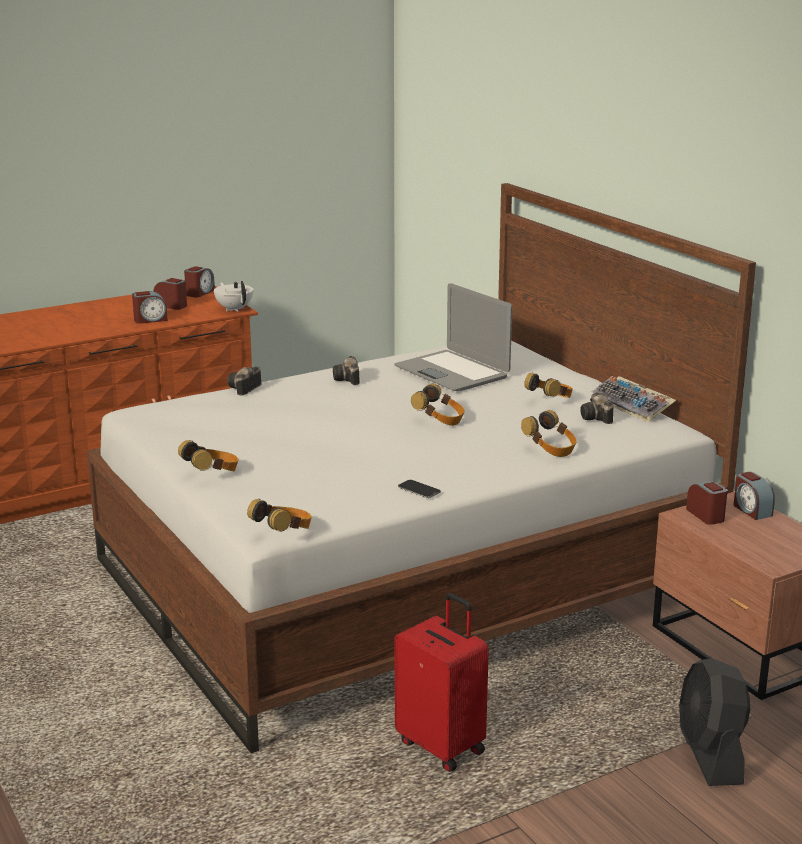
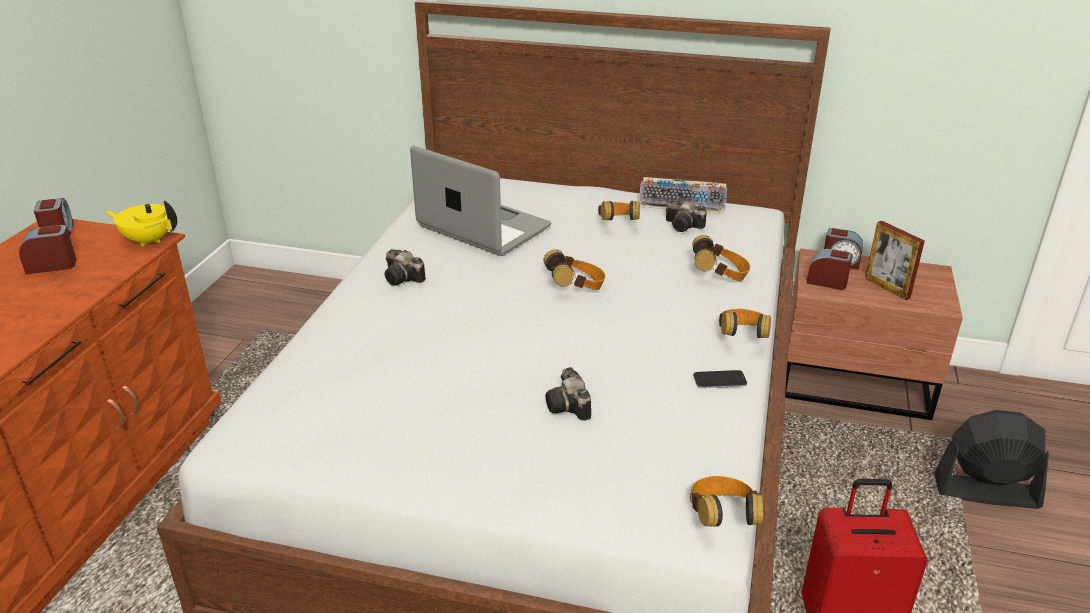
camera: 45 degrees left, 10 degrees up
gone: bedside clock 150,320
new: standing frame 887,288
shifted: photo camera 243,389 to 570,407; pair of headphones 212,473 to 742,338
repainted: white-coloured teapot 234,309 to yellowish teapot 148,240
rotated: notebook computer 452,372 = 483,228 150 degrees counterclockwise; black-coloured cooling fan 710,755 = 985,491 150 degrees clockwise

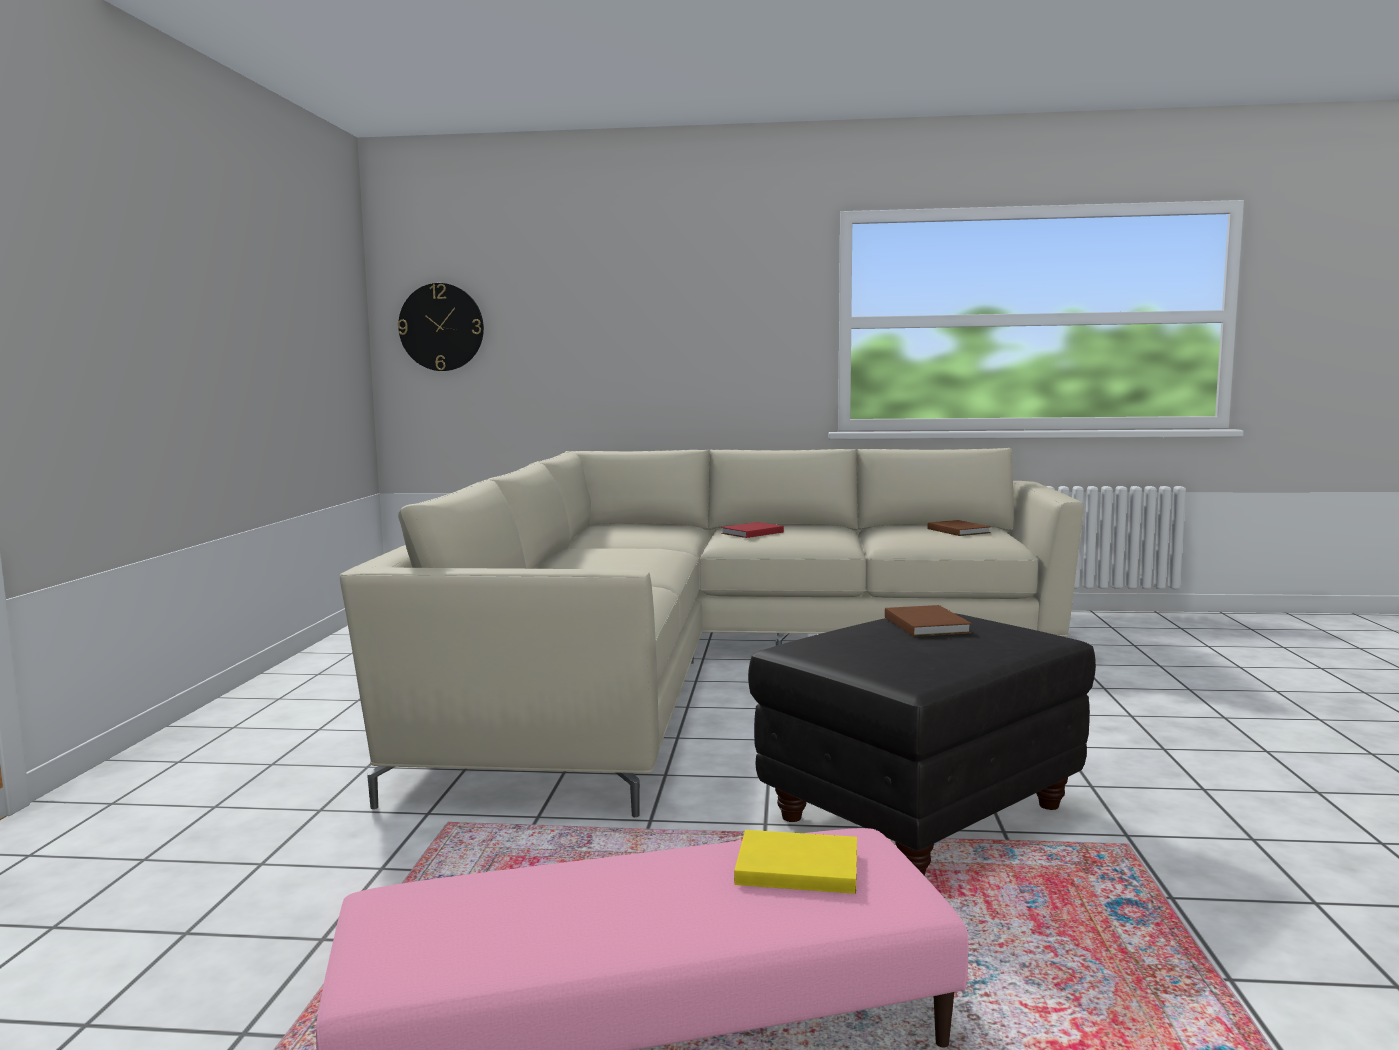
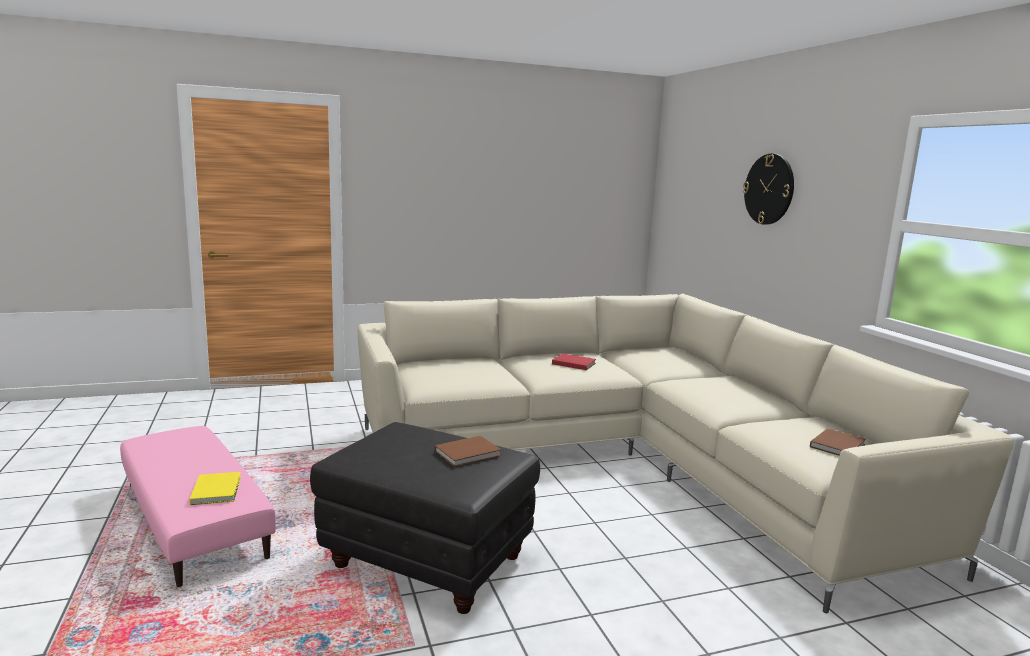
camera: 65 degrees right, 5 degrees up
shifted: wall clock 441,327 to 769,189; red-coloured bound book 750,533 to 573,363

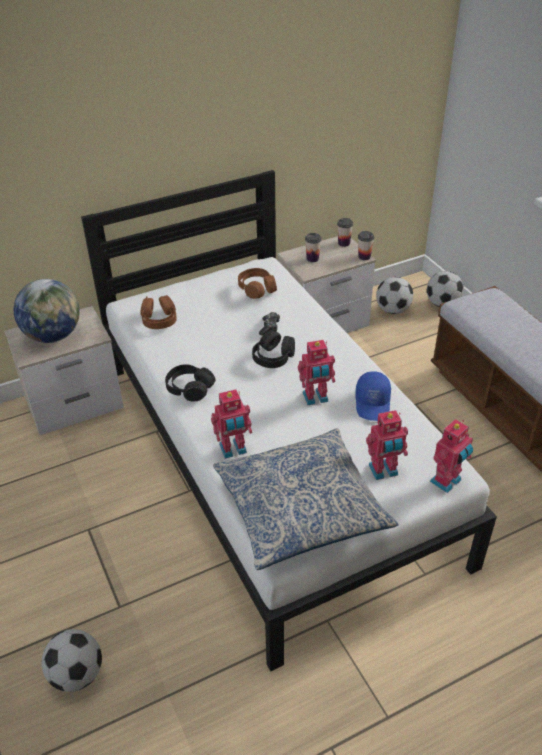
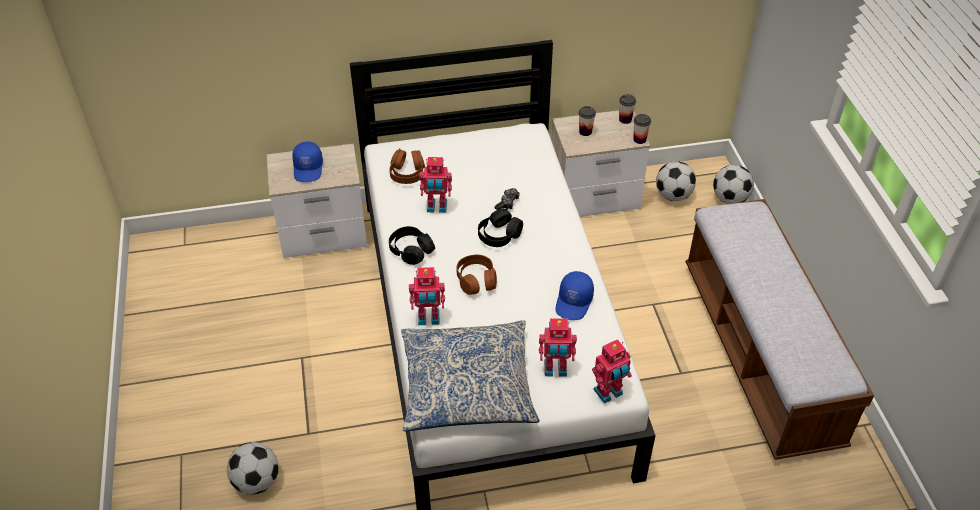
camera: 15 degrees right, 5 degrees up
shifted: brown-coloured pair of headphones 257,289 to 476,280; toy robot 315,398 to 437,207
swapped: globe 53,336 to blue-coloured cap 308,168

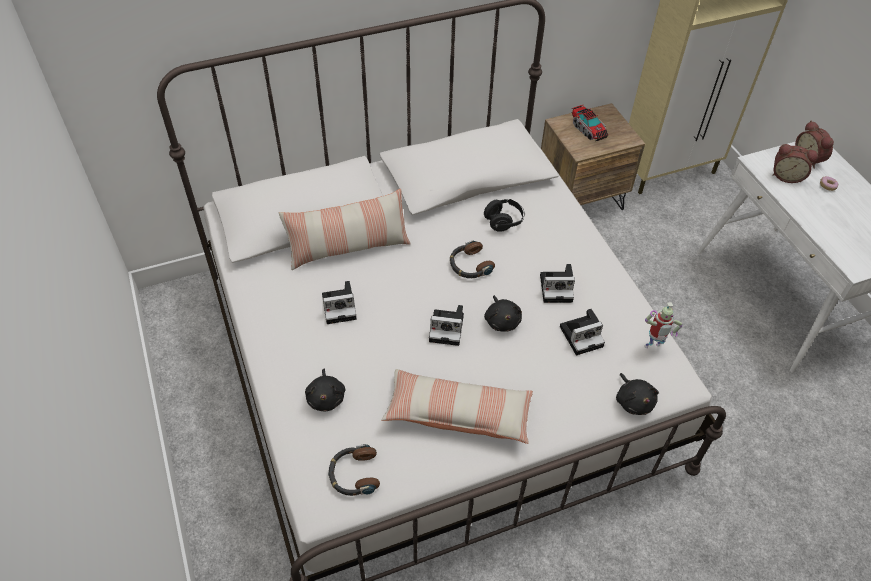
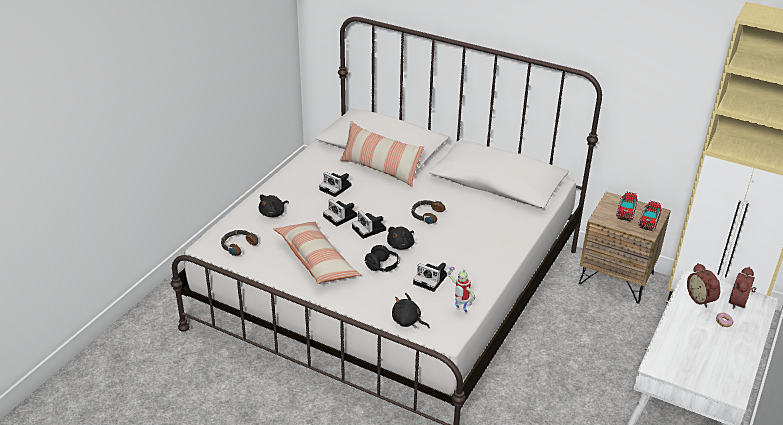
camera: 50 degrees right, 15 degrees down
new: toy lorry 649,221
shifted: black-coloured pair of headphones 503,221 to 382,267; photo camera 557,288 to 341,216
rotated: black-coloured soft toy 633,401 = 407,321 90 degrees clockwise

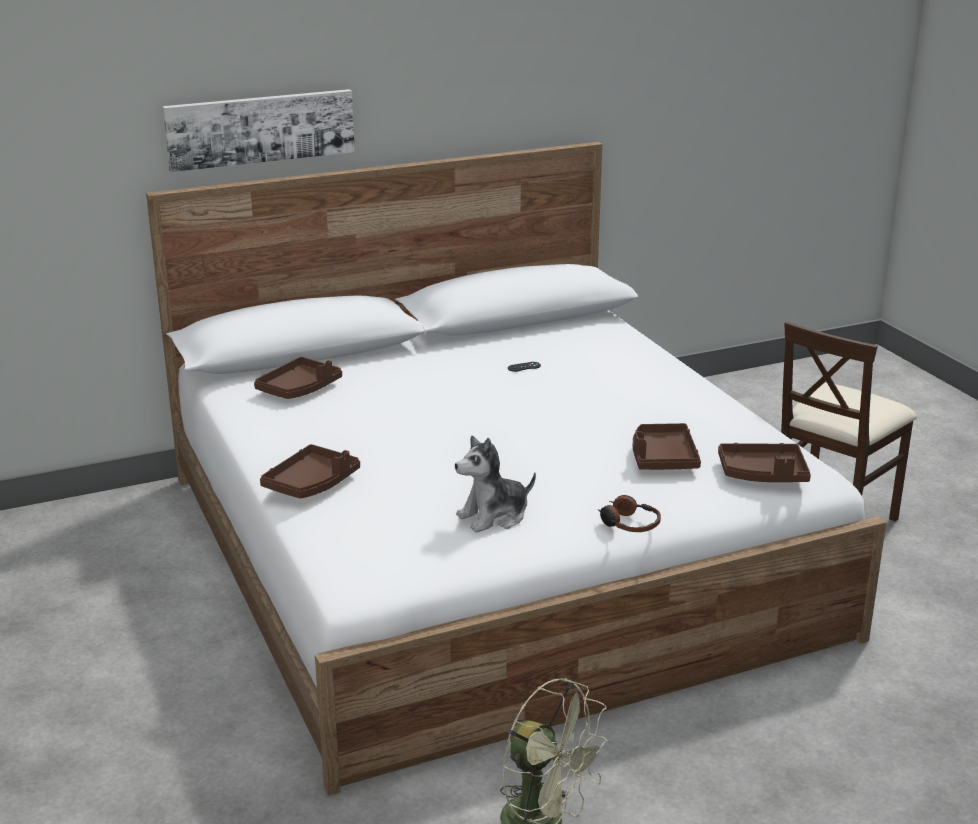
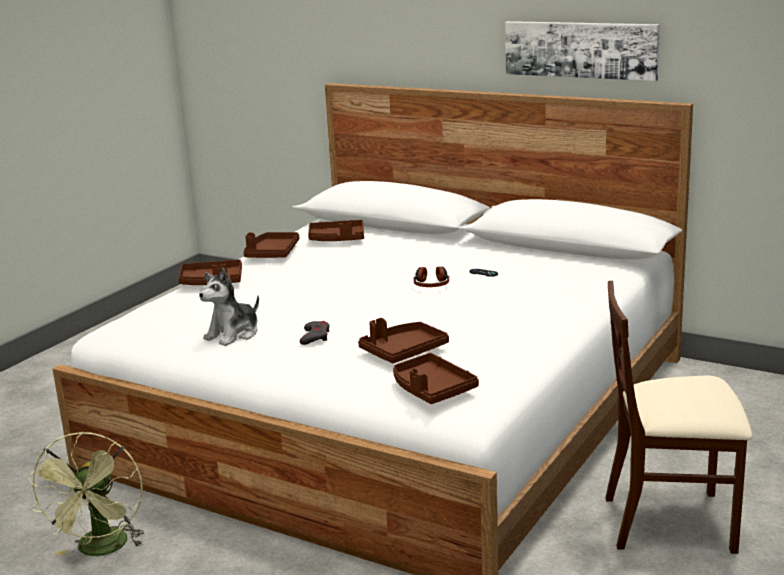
camera: 55 degrees right, 5 degrees down
new: brown-coloured carrying tray 272,253; gray game controller 315,336
shifted: wall picture 260,128 to 580,49; pair of headphones 628,523 to 431,284
rotated: soft toy 494,516 = 233,334 75 degrees counterclockwise

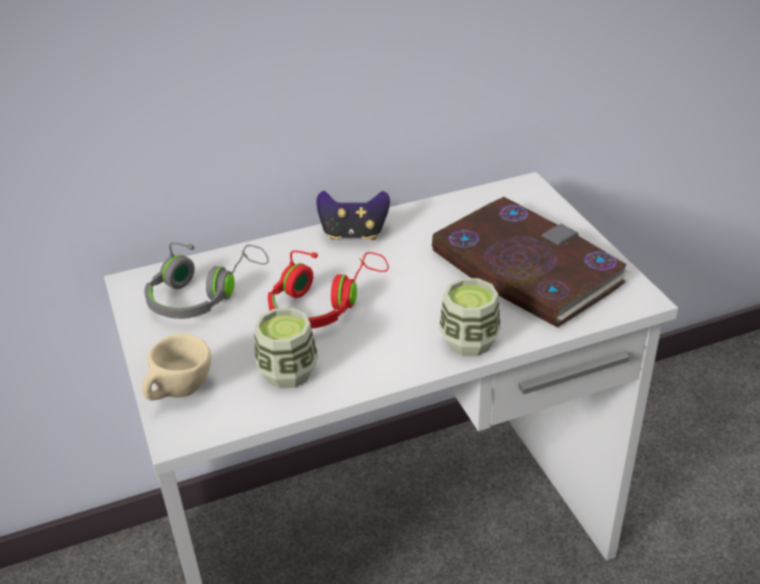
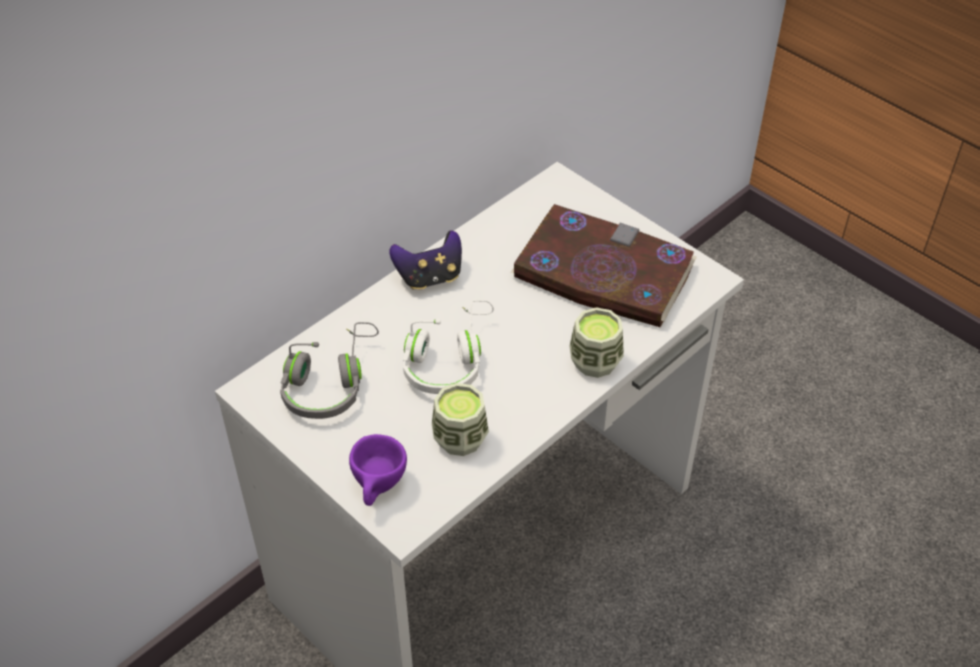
camera: 25 degrees left, 10 degrees up
repainted: red-coloured pair of headphones 324,303 to white-coloured pair of headphones 448,359; beige-coloured small cup 179,394 to purple small cup 379,490

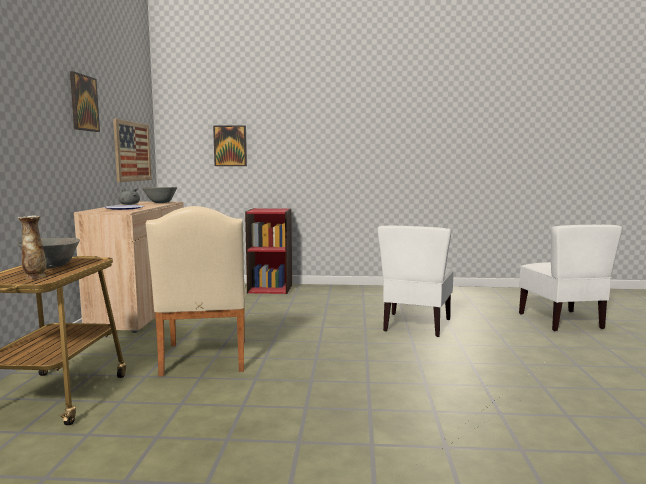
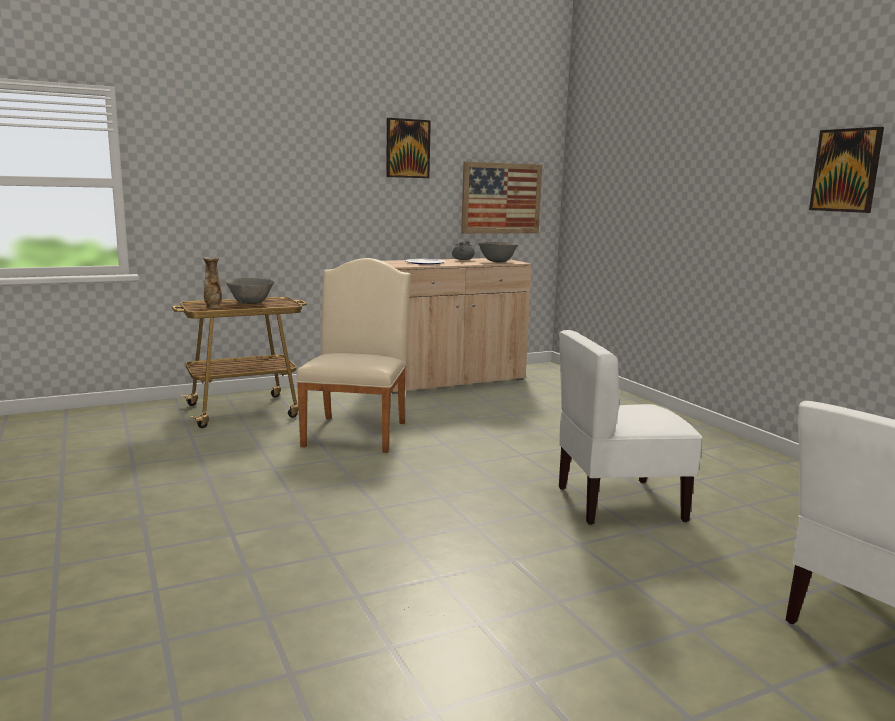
camera: 60 degrees right, 5 degrees up
gone: red-coloured bookshelf 270,288
shifted: wall picture 230,146 to 846,170
rotated: beige-coloured upright chair 204,360 = 357,431 135 degrees clockwise

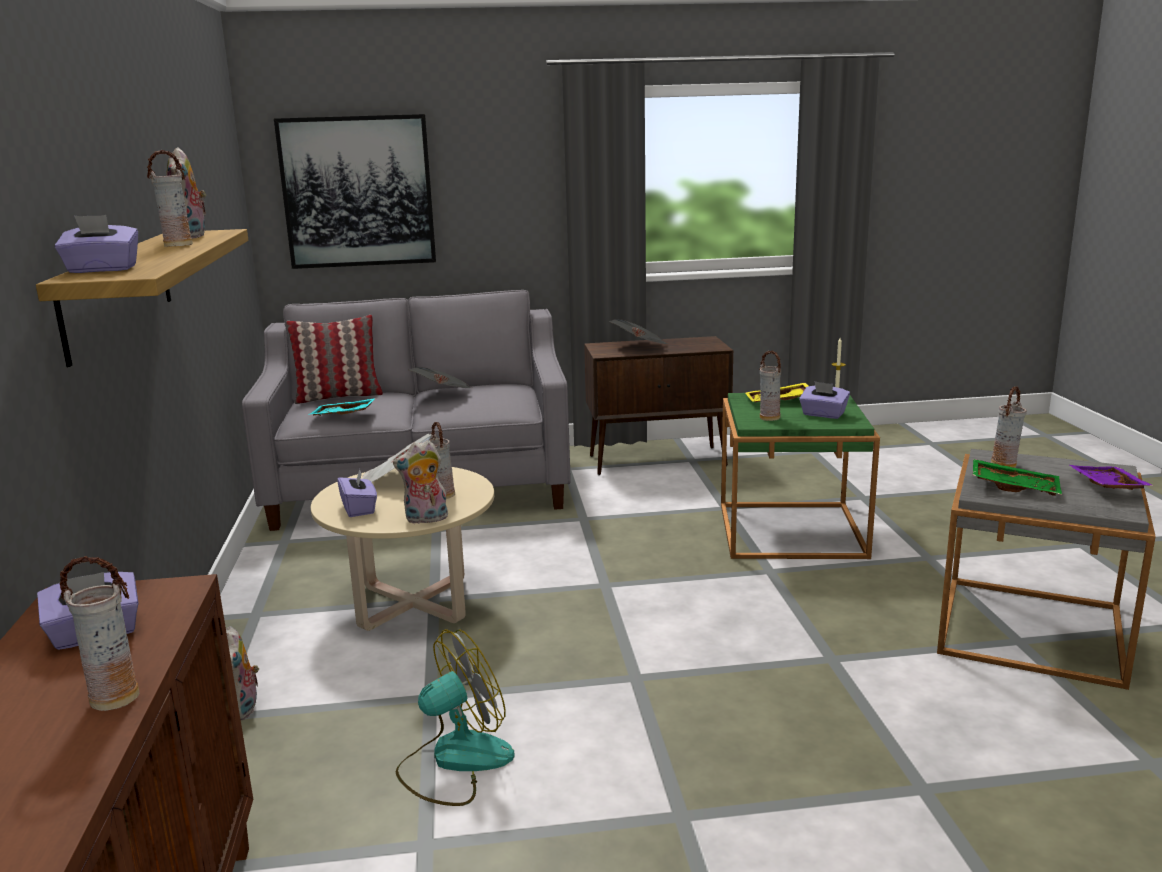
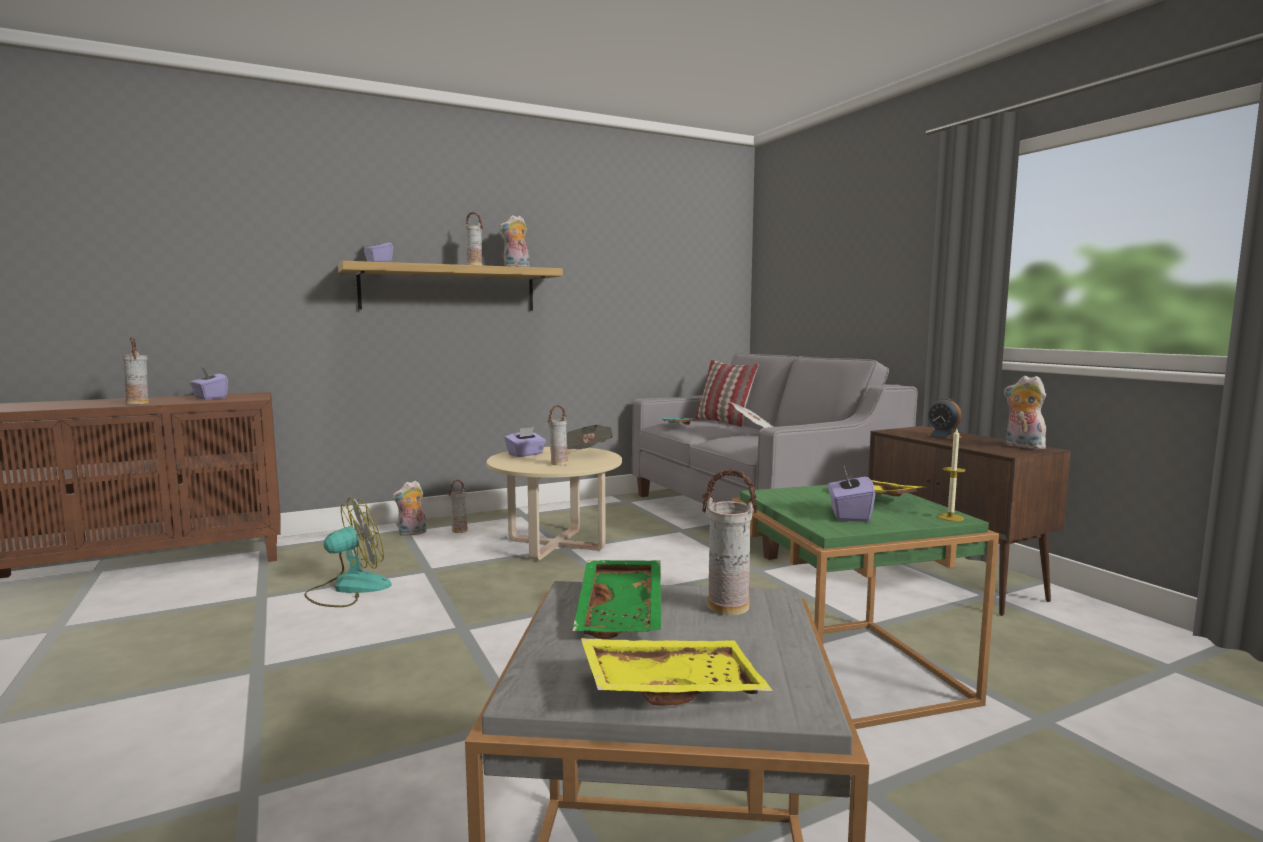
camera: 70 degrees right, 10 degrees down
gone: wall picture 358,192
shifted: decorative vase 769,418 to 459,531; soft toy 425,519 to 1022,446
swapped: daily paper 640,347 to bedside clock 943,436
repainted: purple carrying tray 1105,487 to yellowish carrying tray 671,686
rotated: cooling fan 454,761 = 348,589 75 degrees counterclockwise

